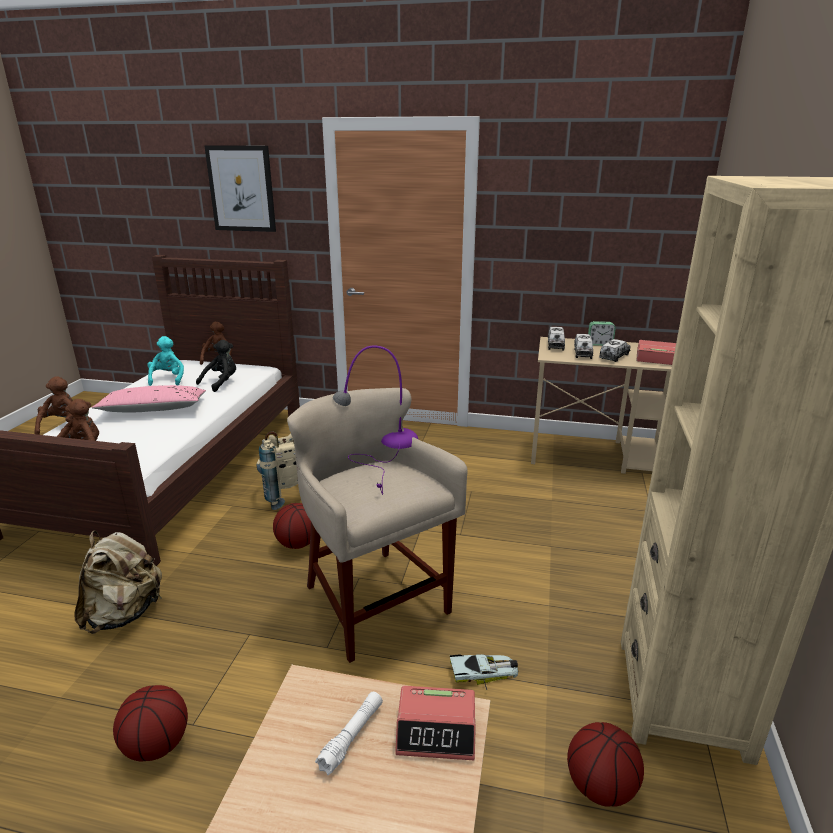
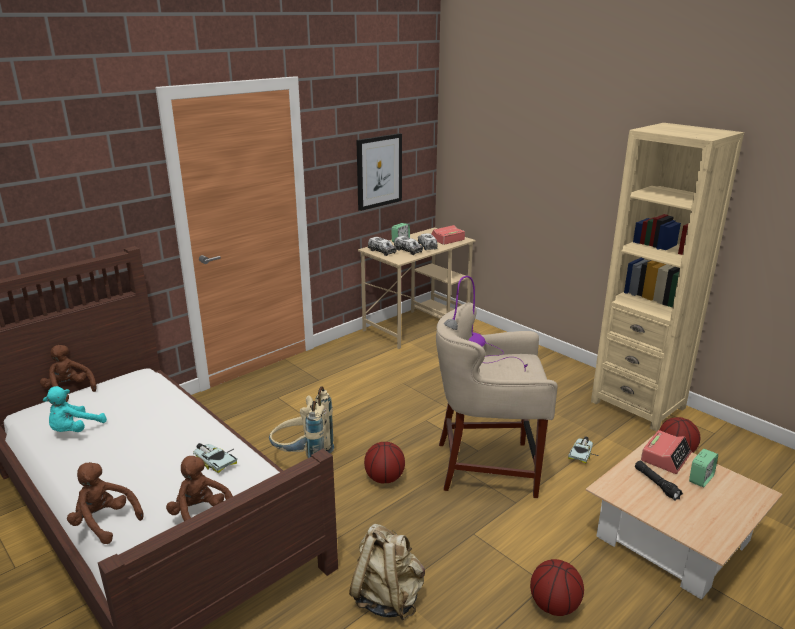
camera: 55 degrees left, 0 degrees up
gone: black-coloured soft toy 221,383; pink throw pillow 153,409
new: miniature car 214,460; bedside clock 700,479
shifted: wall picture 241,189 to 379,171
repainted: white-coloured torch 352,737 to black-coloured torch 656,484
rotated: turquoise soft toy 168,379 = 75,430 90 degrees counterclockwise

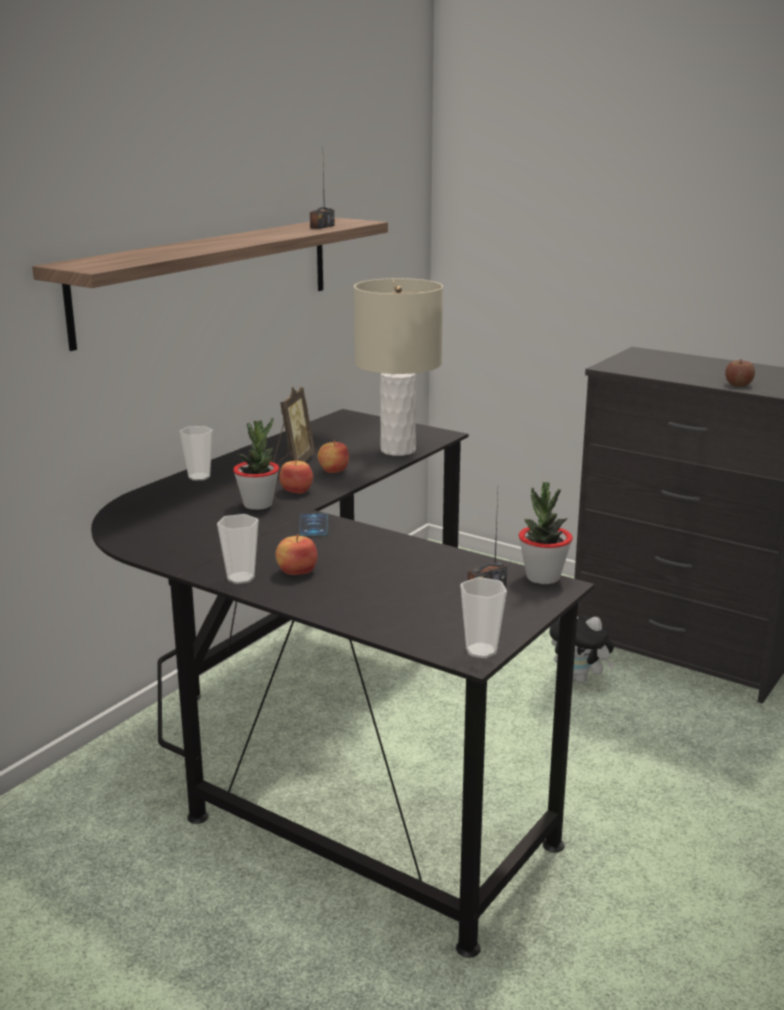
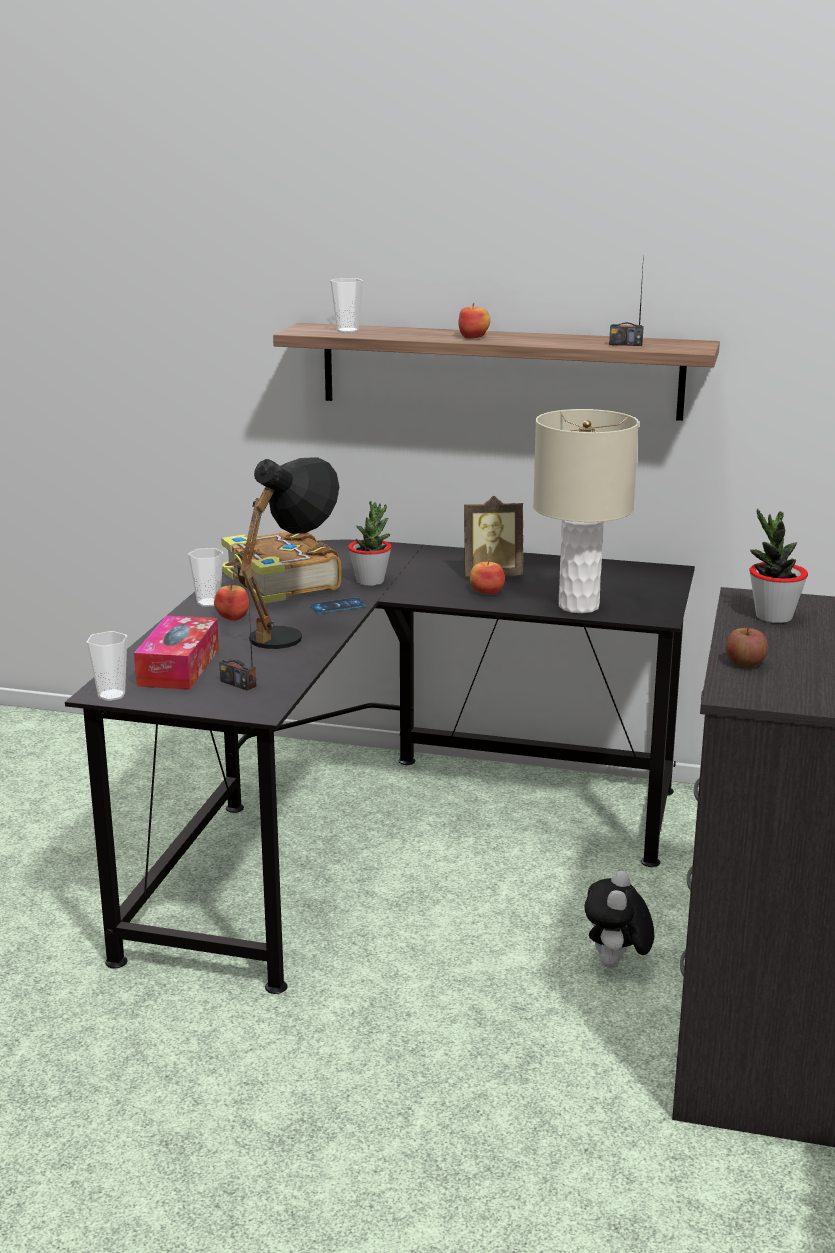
camera: 70 degrees right, 0 degrees up
new: black-coloured tabletop lamp 291,633; bound book 280,584; tissue box 179,667
shifted: small cup 199,477 to 347,330; whole apple 296,490 to 474,337; houseplant 543,577 to 773,617

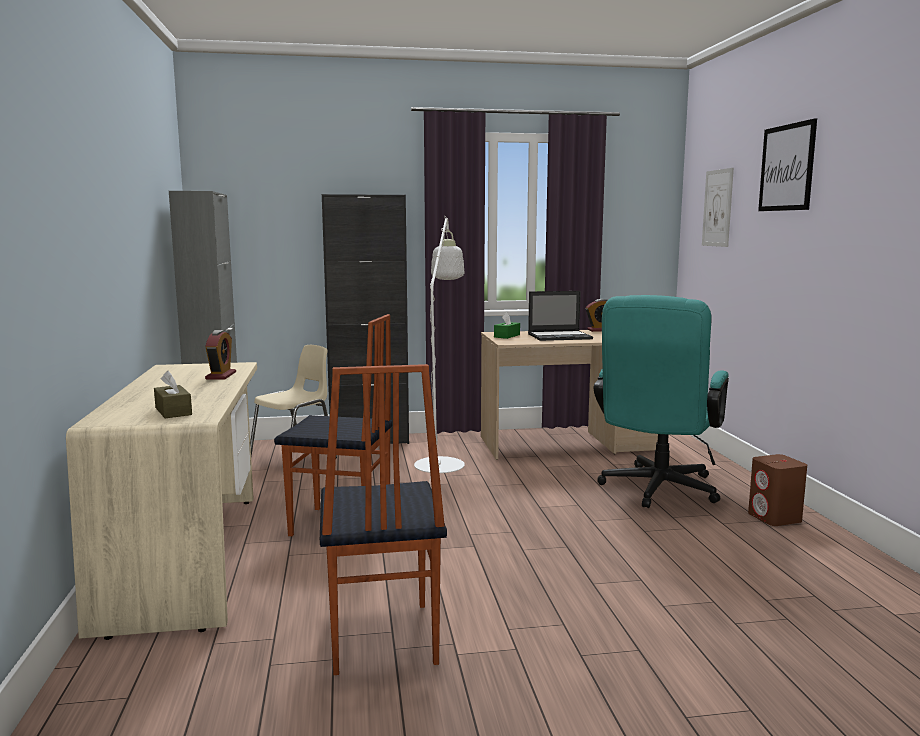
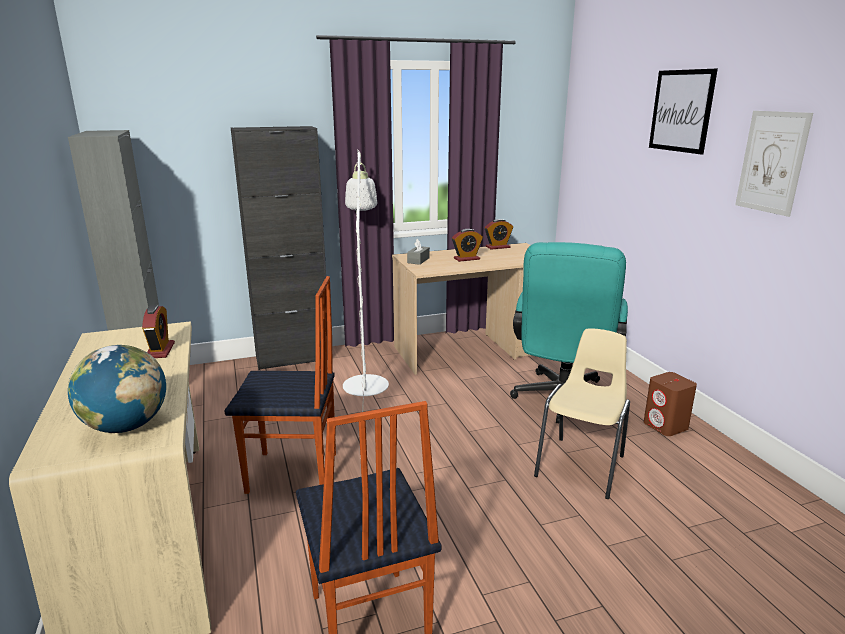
camera: 10 degrees left, 10 degrees up
shifted: wall picture 717,208 to 772,162; beige-coloured upright chair 295,460 to 582,465
swapped: notebook computer 560,336 to bedside clock 466,259; brown-coloured tissue box 173,411 to globe 126,426
repainted: greenish tissue box 507,336 to gray tissue box 418,260

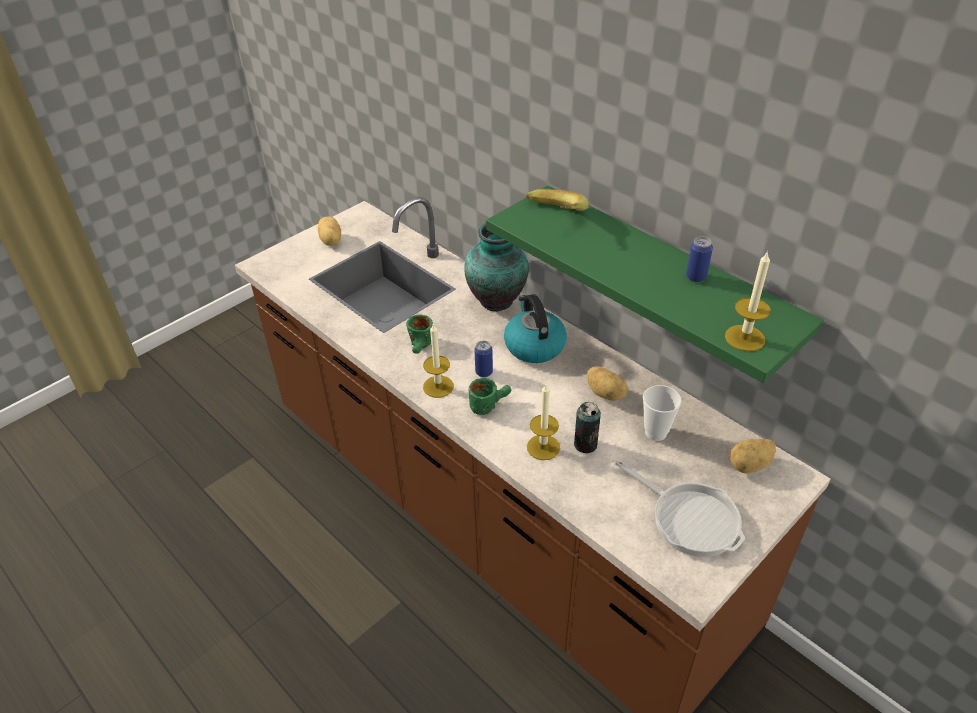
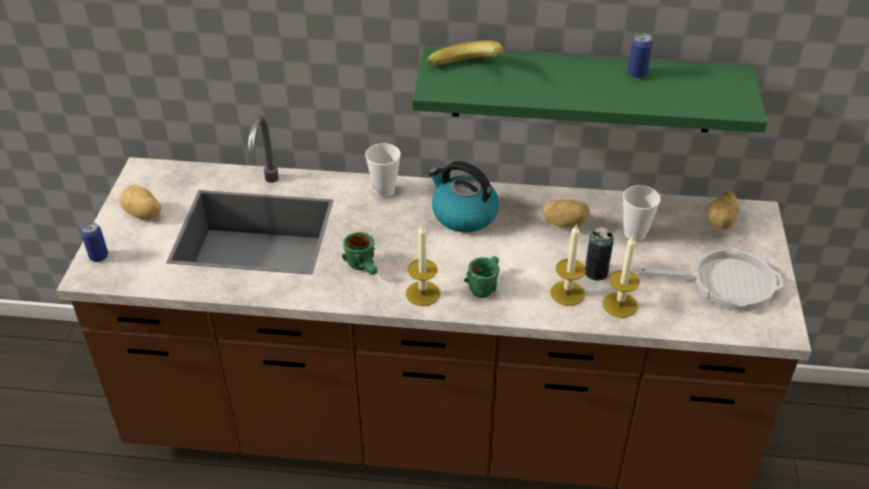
camera: 40 degrees left, 0 degrees up
shifted: wax light 745,338 to 620,305; sealed can 484,372 to 99,256
swapped: decorative vase 497,299 to small cup 384,190

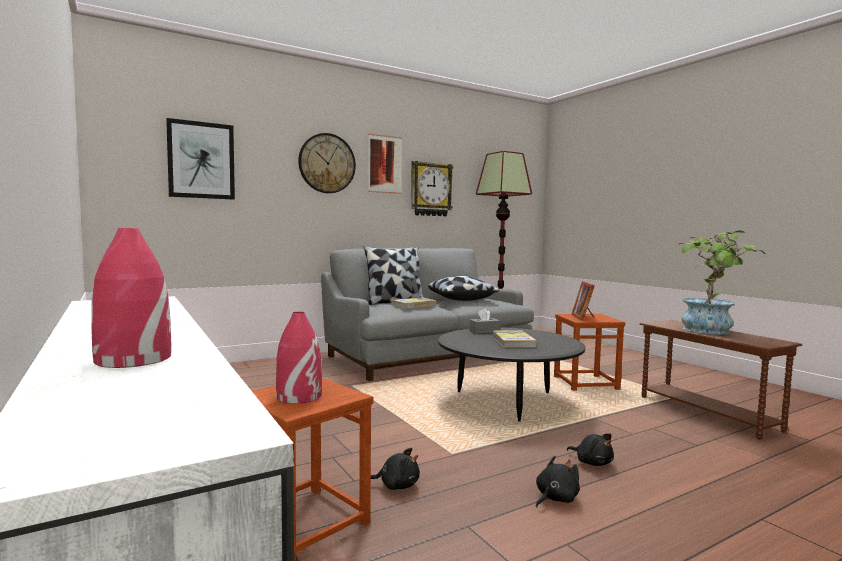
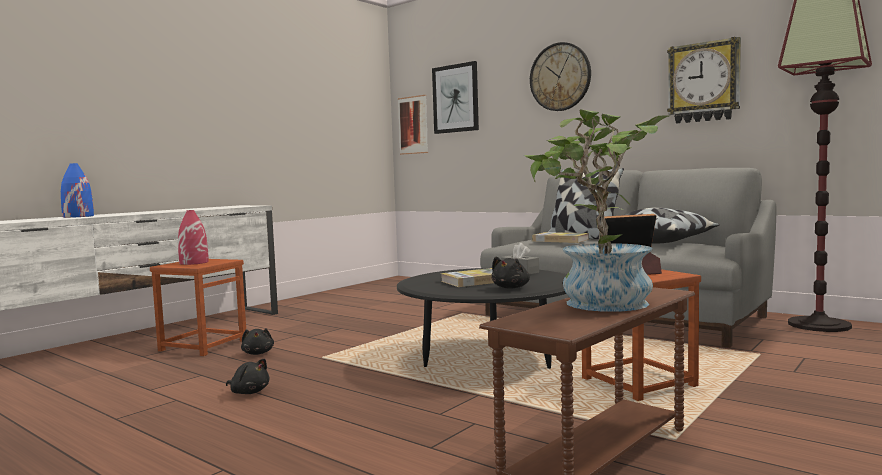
camera: 70 degrees right, 0 degrees up
shifted: wall picture 385,164 to 413,125; black-coloured soft toy 592,462 to 511,288
repainted: red-coloured decorative vase 132,359 to blue-coloured decorative vase 78,216

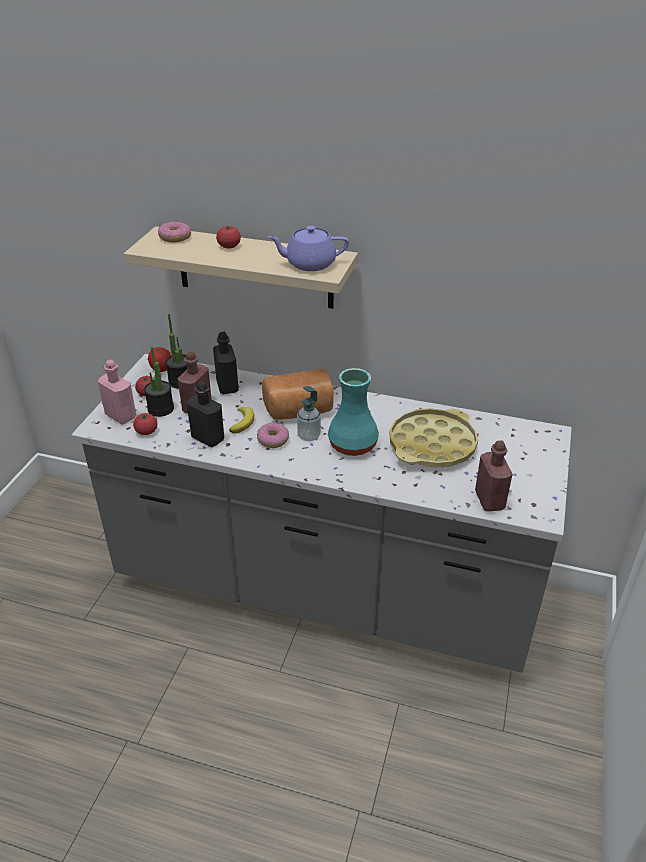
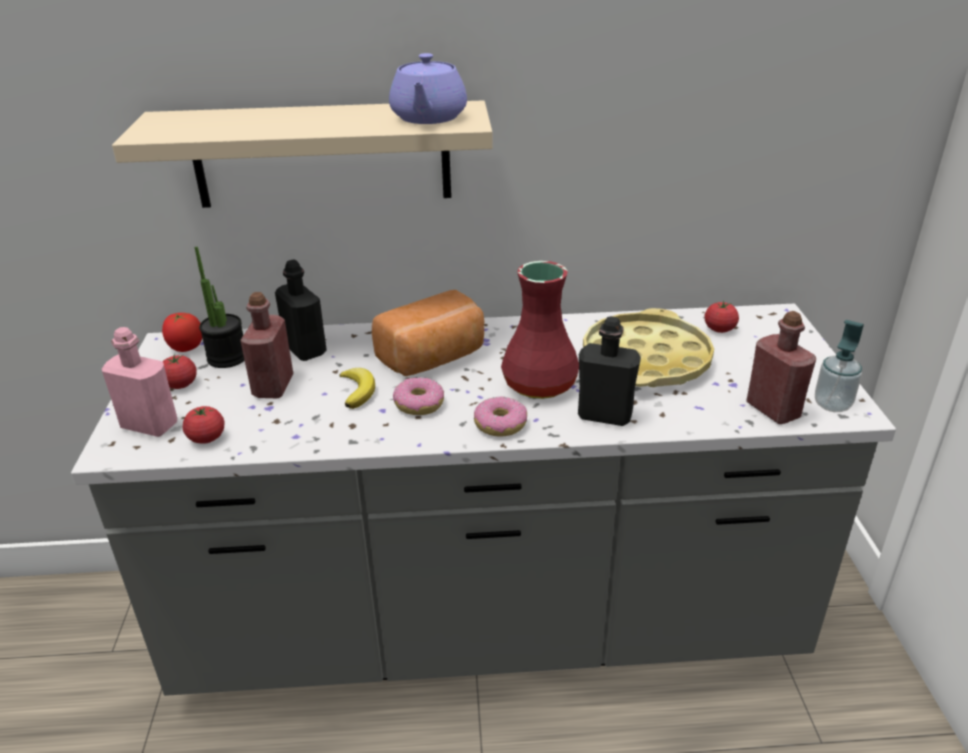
camera: 20 degrees left, 5 degrees down
gone: houseplant 161,409
shifted: donut 175,238 to 500,425; whole tomato 229,246 to 719,329; black-coloured bottle 208,438 to 605,415; liquid soap bottle 309,436 to 832,404
repainted: turquoise decorative vase 353,444 to red-coloured decorative vase 539,383
rotated: purple teapot 309,264 = 428,118 60 degrees counterclockwise

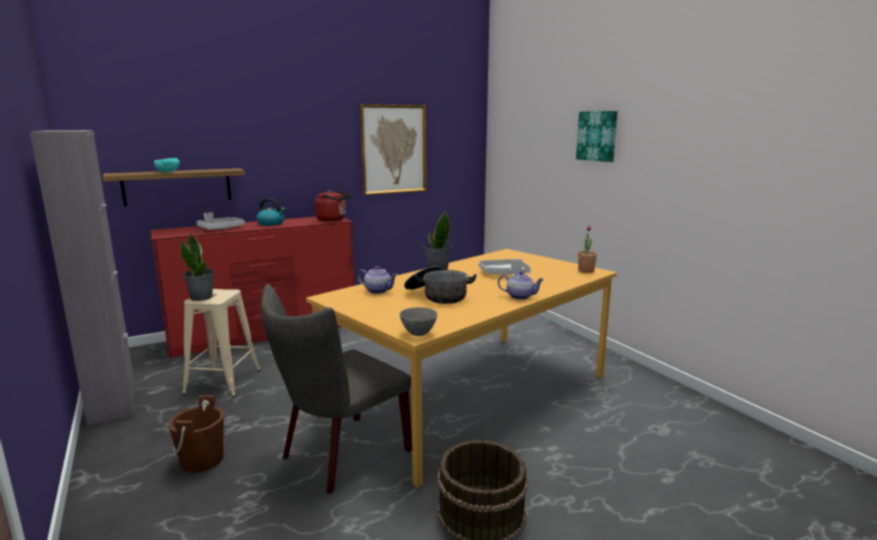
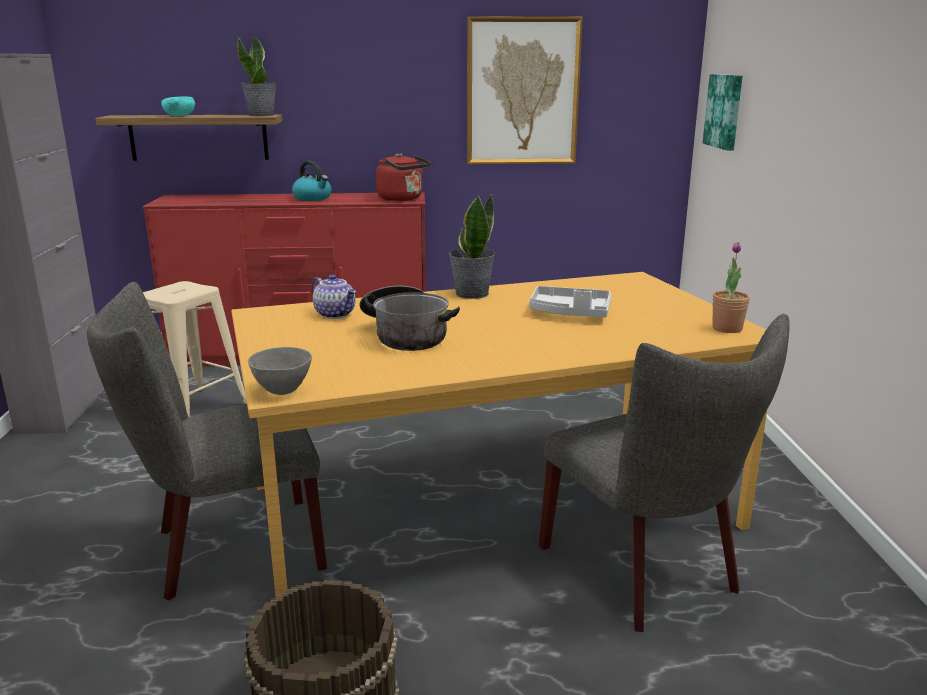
camera: 25 degrees right, 5 degrees up
gone: gray carrying tray 221,229; teapot 520,296; brown-coloured pail 202,460
new: gray upright chair 647,573
shifted: wall picture 597,136 to 725,111; houseplant 201,297 to 261,115

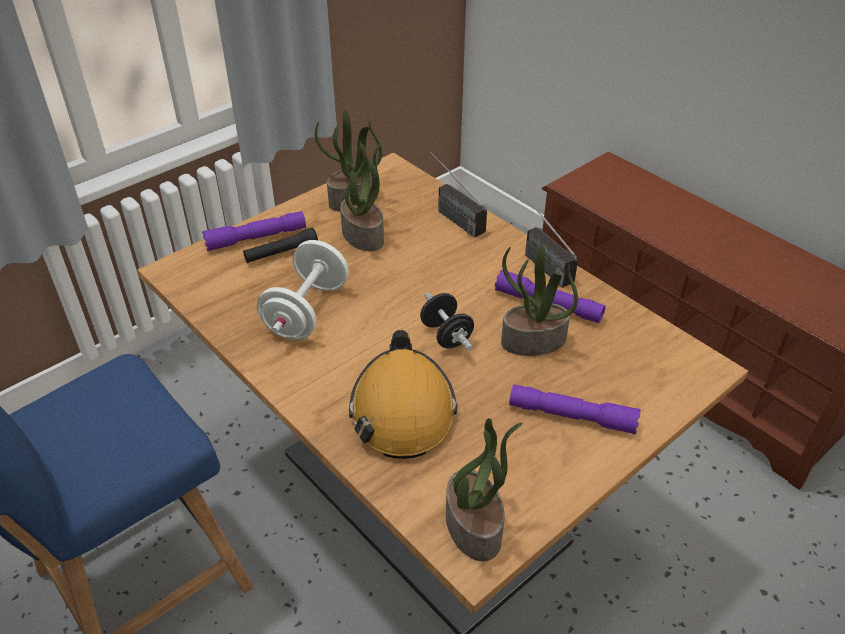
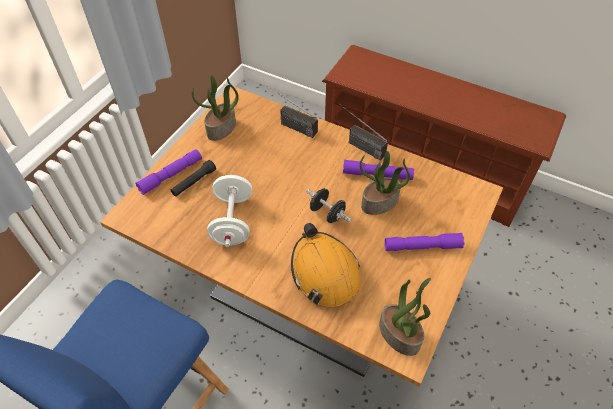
camera: 20 degrees left, 10 degrees up
gone: houseplant 364,235

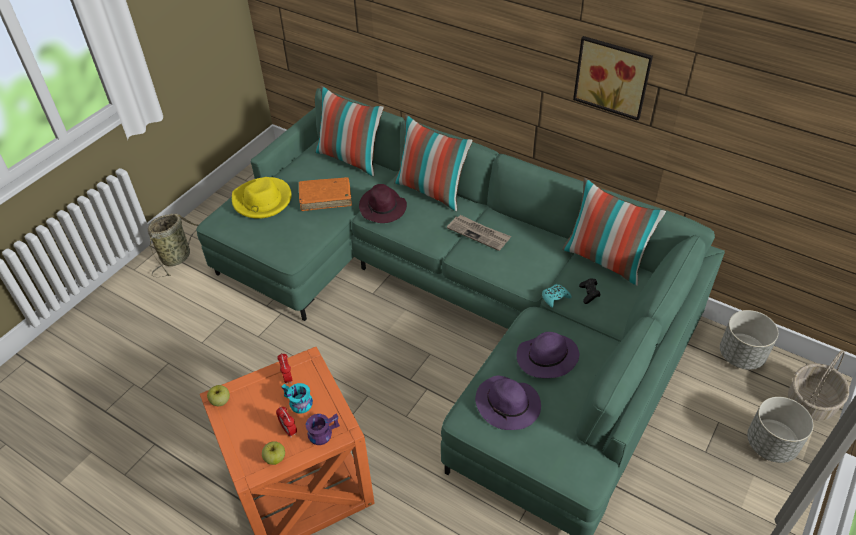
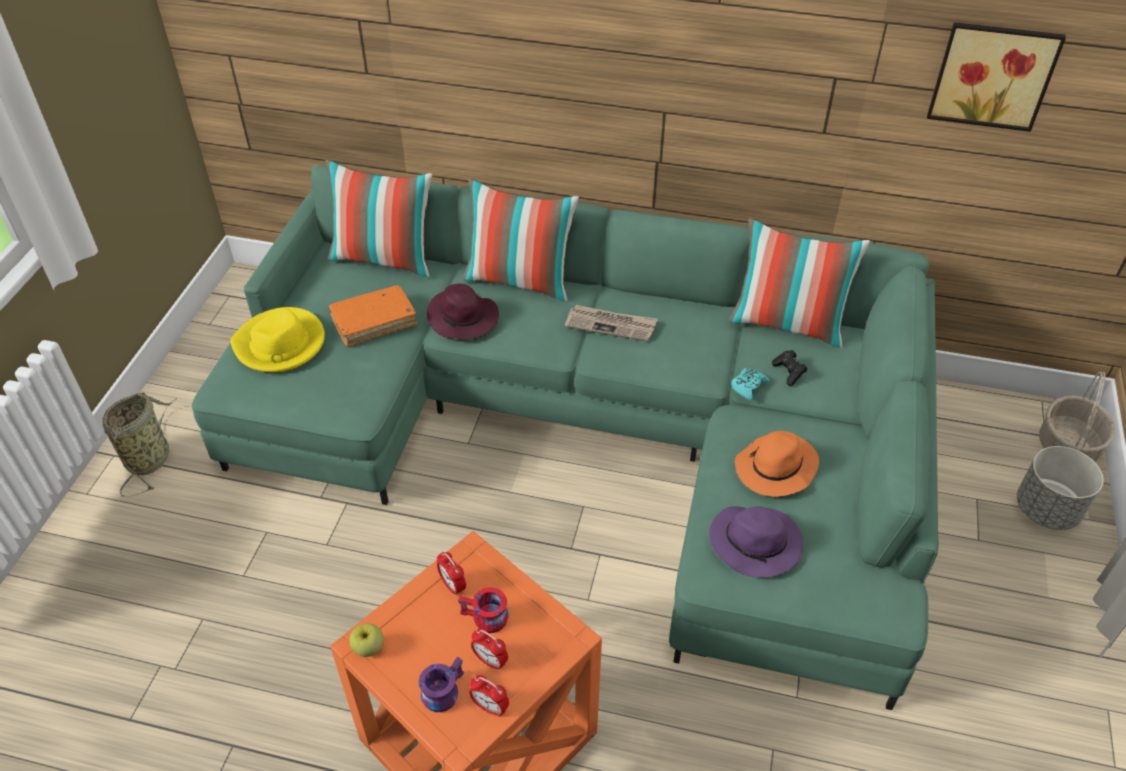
camera: 20 degrees left, 0 degrees up
gone: gray flower pot 741,355
shifted: wall picture 613,76 to 992,74; purple mug 322,432 to 441,690
swapped: whole apple 275,458 to bedside clock 490,707
repainted: purple hat 546,359 to orange hat 775,469; turquoise mug 297,404 to red-coloured mug 484,620

